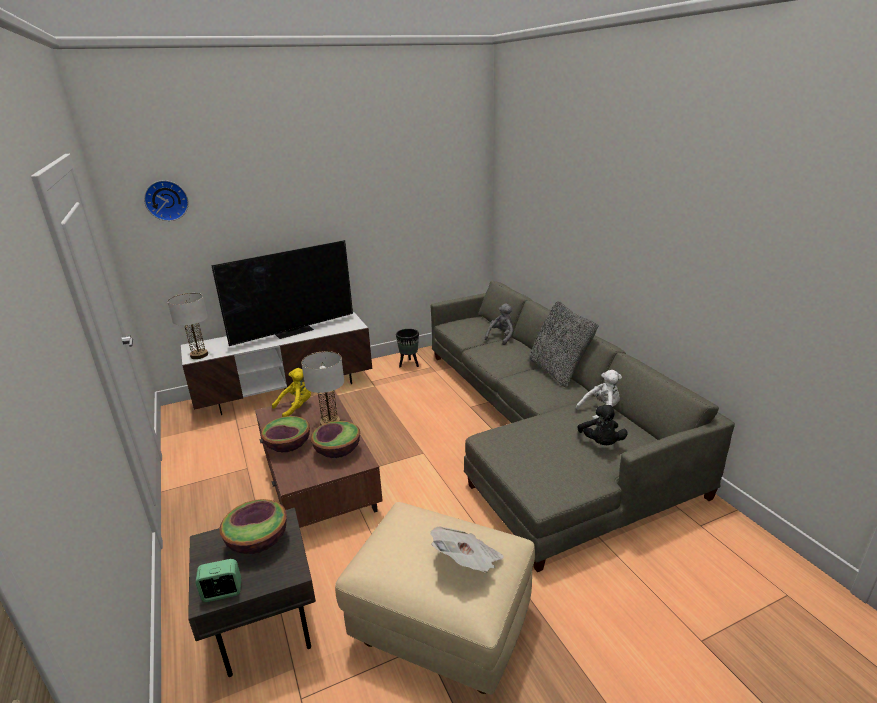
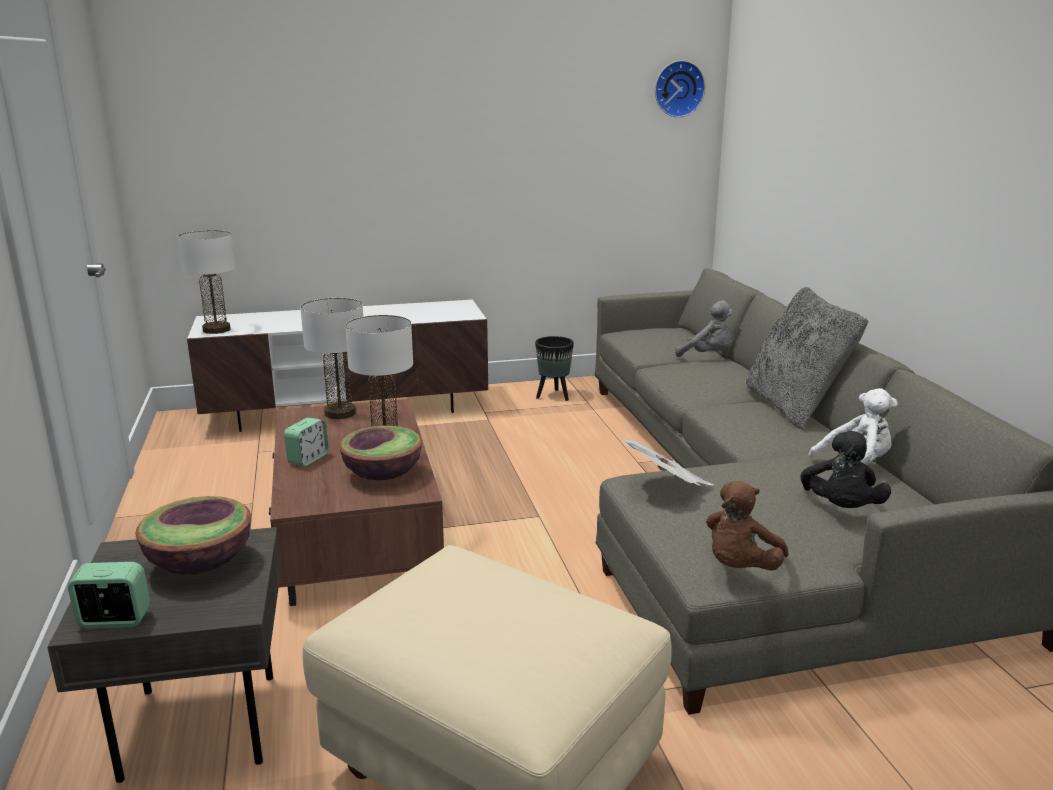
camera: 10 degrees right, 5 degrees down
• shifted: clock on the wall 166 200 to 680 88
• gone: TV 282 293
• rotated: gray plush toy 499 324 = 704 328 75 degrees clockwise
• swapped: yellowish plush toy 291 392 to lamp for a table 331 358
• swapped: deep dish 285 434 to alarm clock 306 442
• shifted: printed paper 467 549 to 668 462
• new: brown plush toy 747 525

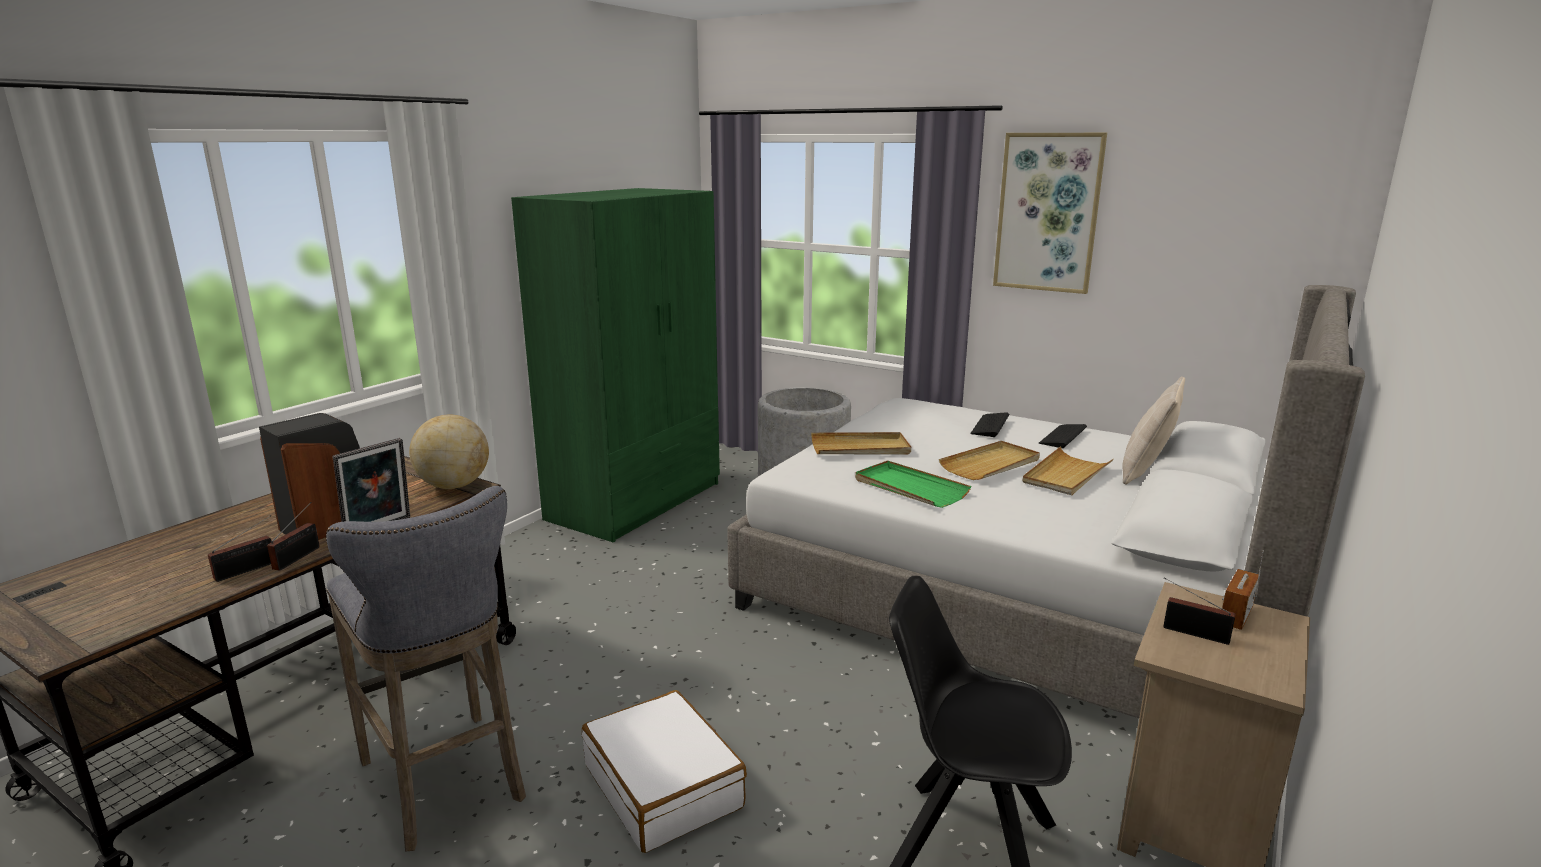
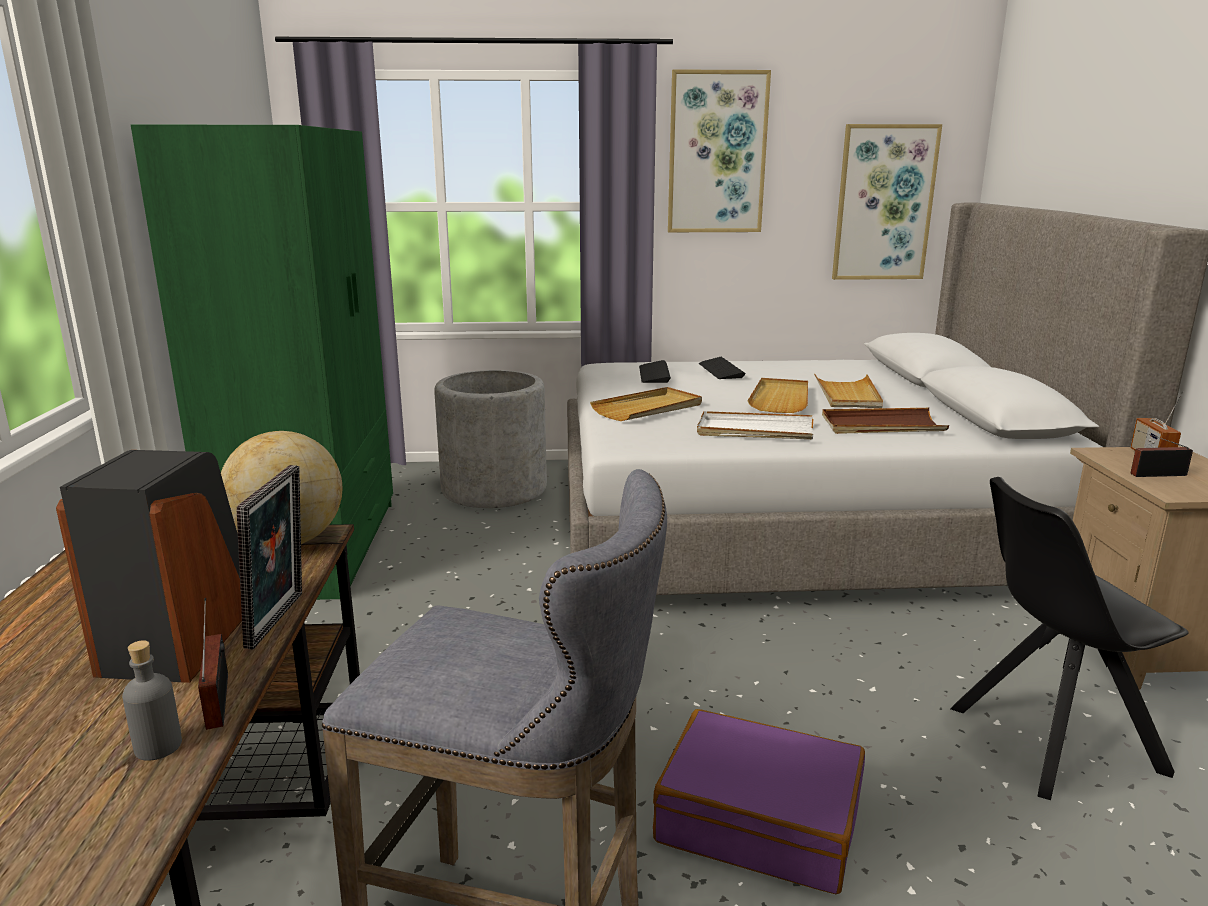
camera: 35 degrees left, 0 degrees up
• gone: sand-coloured cushion 1153 430
• shifted: PC keyboard 1063 436 to 655 371
• repainted: green-coloured serving tray 913 484 to white-coloured serving tray 755 425
• swapped: radio set 240 548 to gray drink bottle 152 700
• repainted: white-coloured travel case 664 771 to purple travel case 759 801
• new: wall picture 887 202
• new: brown serving tray 885 421

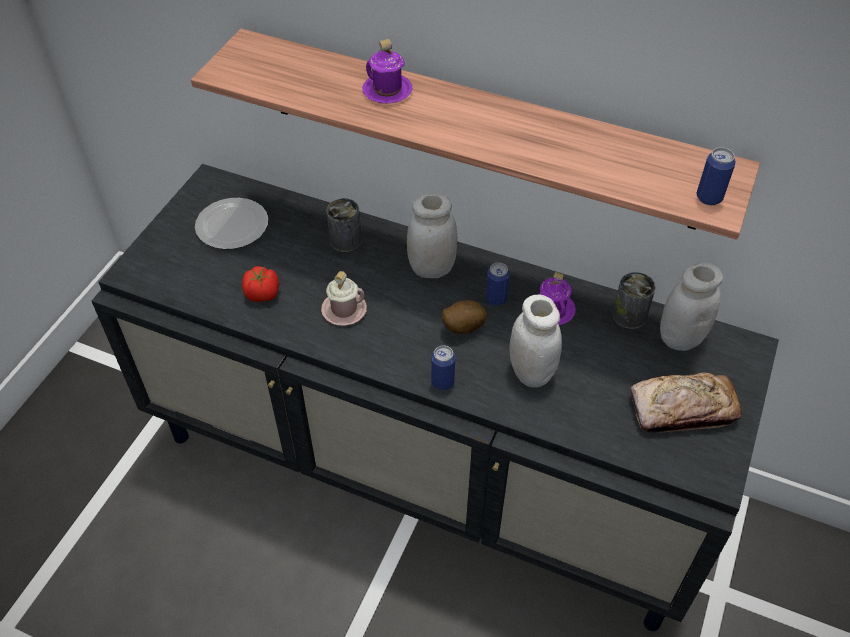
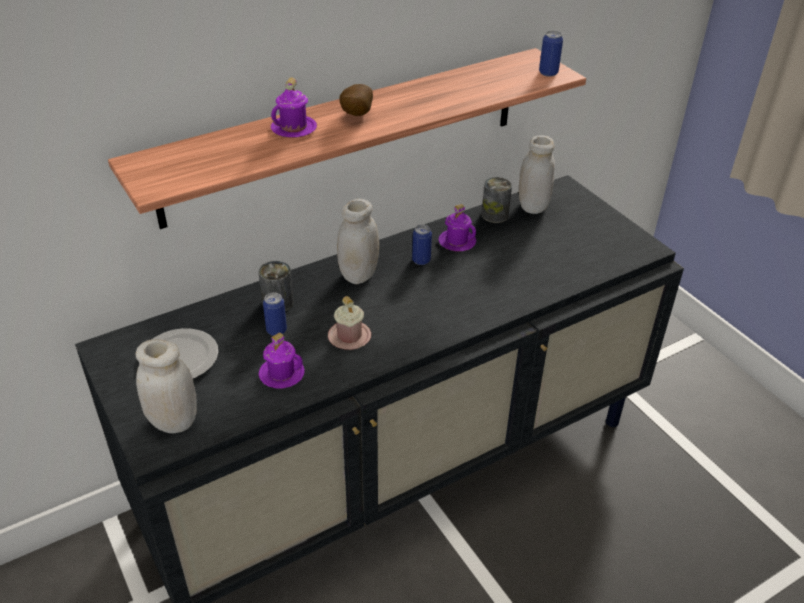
camera: 55 degrees left, 10 degrees down
• swapped: fresh tomato 260 284 to purple mug 282 360
• shifted: white-coloured jar 536 341 to 166 386
• shifted: whole potato 464 317 to 356 100
• shifted: metal can 443 367 to 275 314
• gone: baked bread 686 402

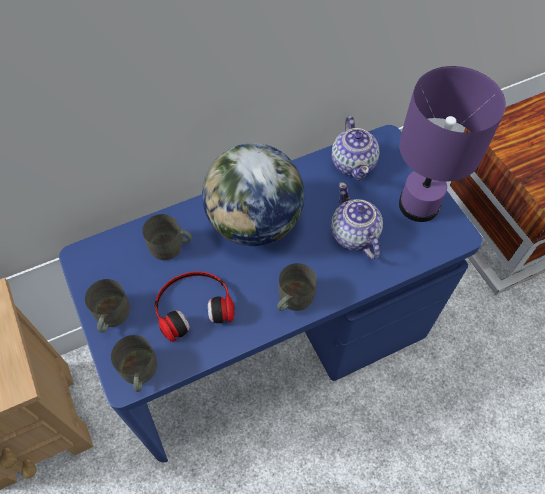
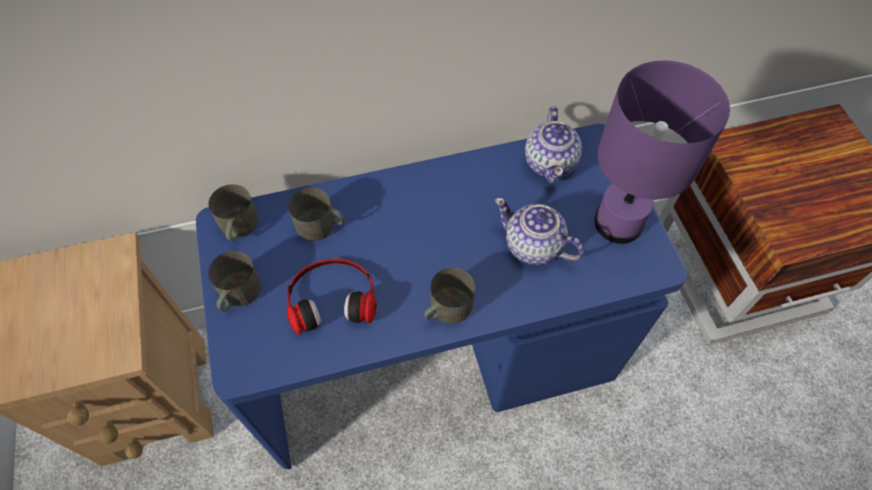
camera: 10 degrees right, 0 degrees up
• gone: desk globe 253 194
• rotated: pot for tea 357 220 = 539 231 45 degrees counterclockwise
• shifted: gray mug 134 363 to 233 212

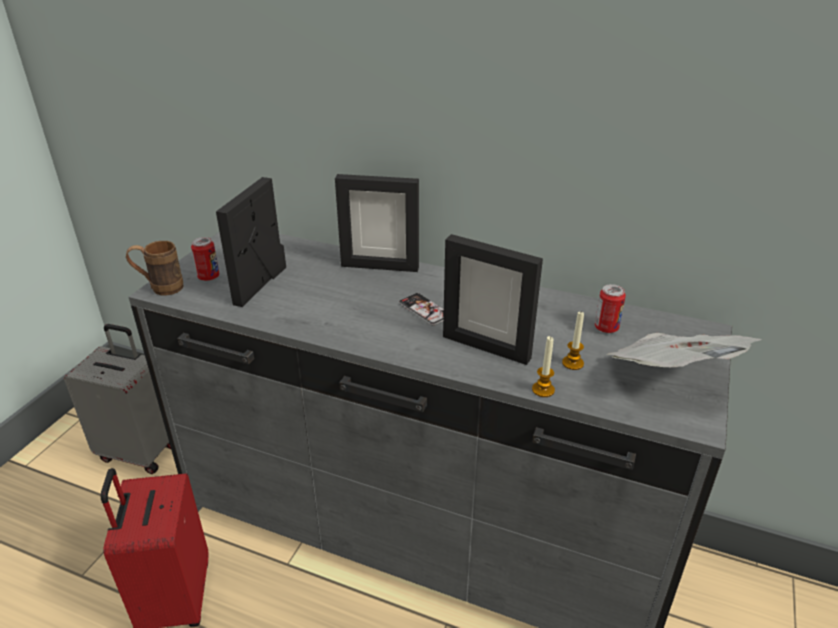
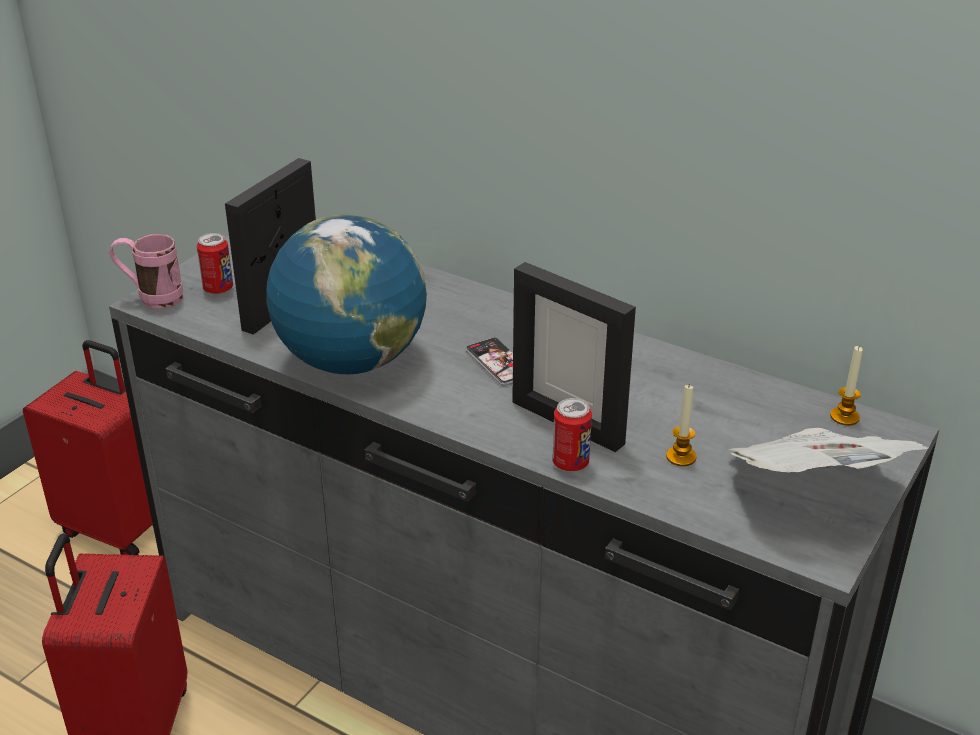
camera: 10 degrees right, 0 degrees up
• gone: picture frame 377 223
• repainted: brown mug 155 268 to pink mug 146 271
• shifted: metal can 610 308 to 572 434
• repainted: gray travel case 117 399 to red-coloured travel case 88 447
• shifted: wax light 543 366 to 846 386
• new: desk globe 347 295

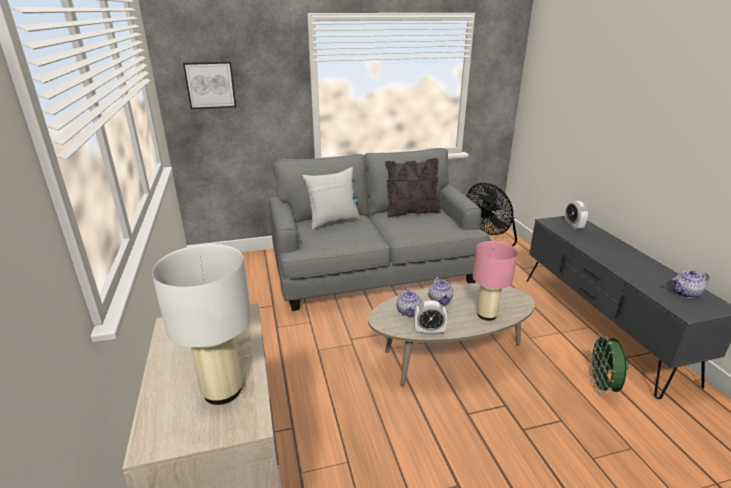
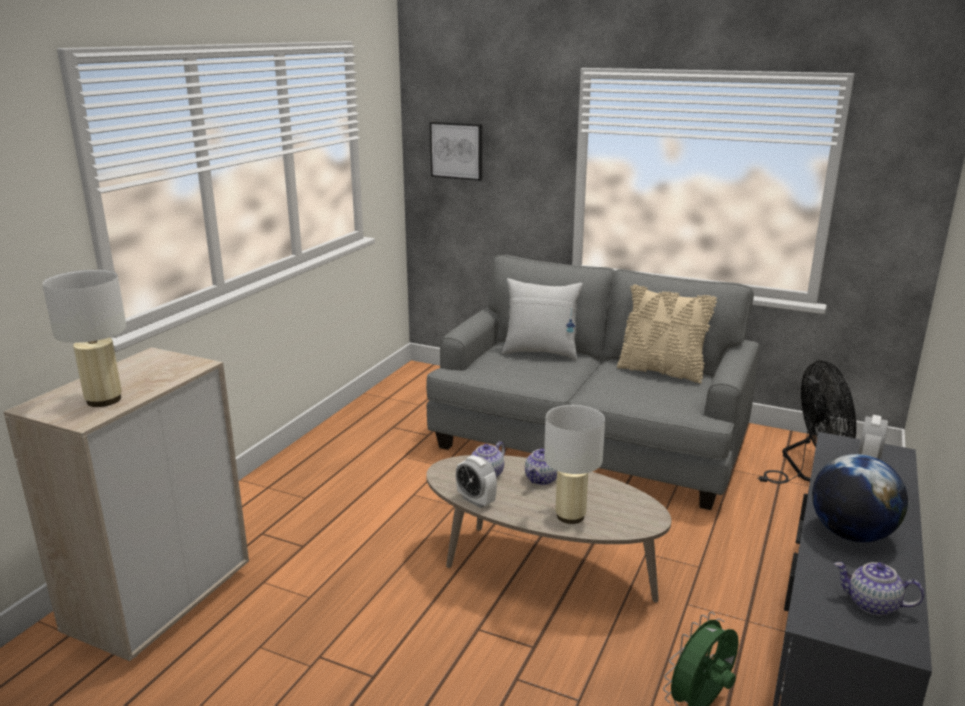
camera: 40 degrees right, 5 degrees down
• repainted: black-coloured cushion 413 188 to sand-coloured cushion 667 334
• repainted: pink lamp for a table 494 281 to white-coloured lamp for a table 574 464
• new: desk globe 860 498

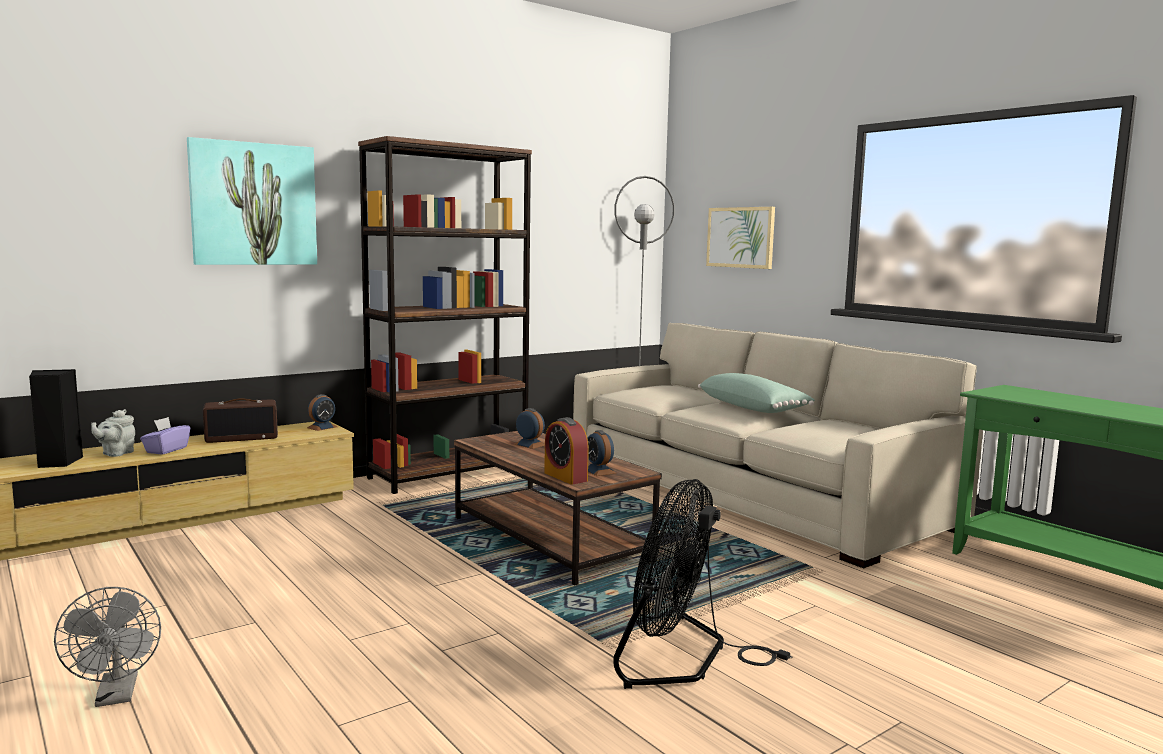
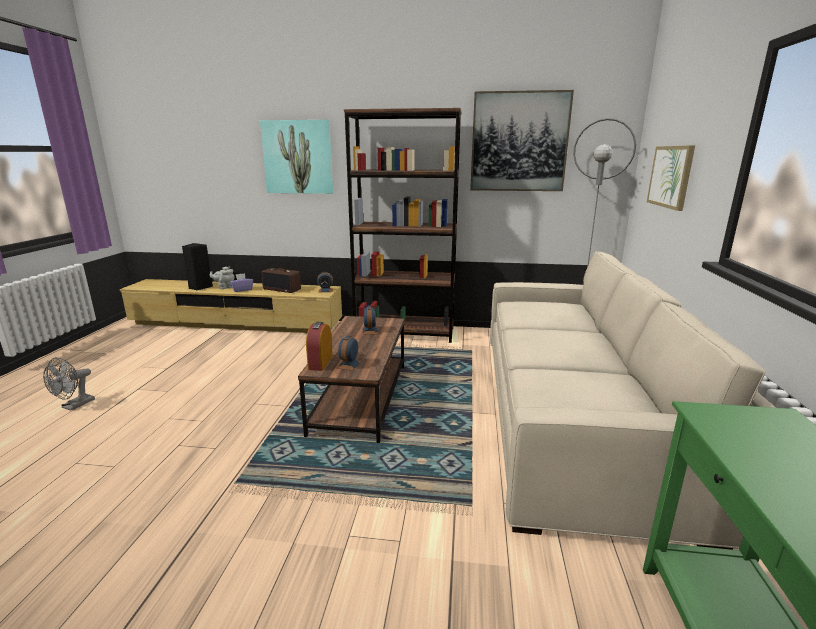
camera: 45 degrees right, 10 degrees up
• gone: green-coloured cushion 756 393
• gone: black-coloured fan 703 584
• new: wall picture 522 140

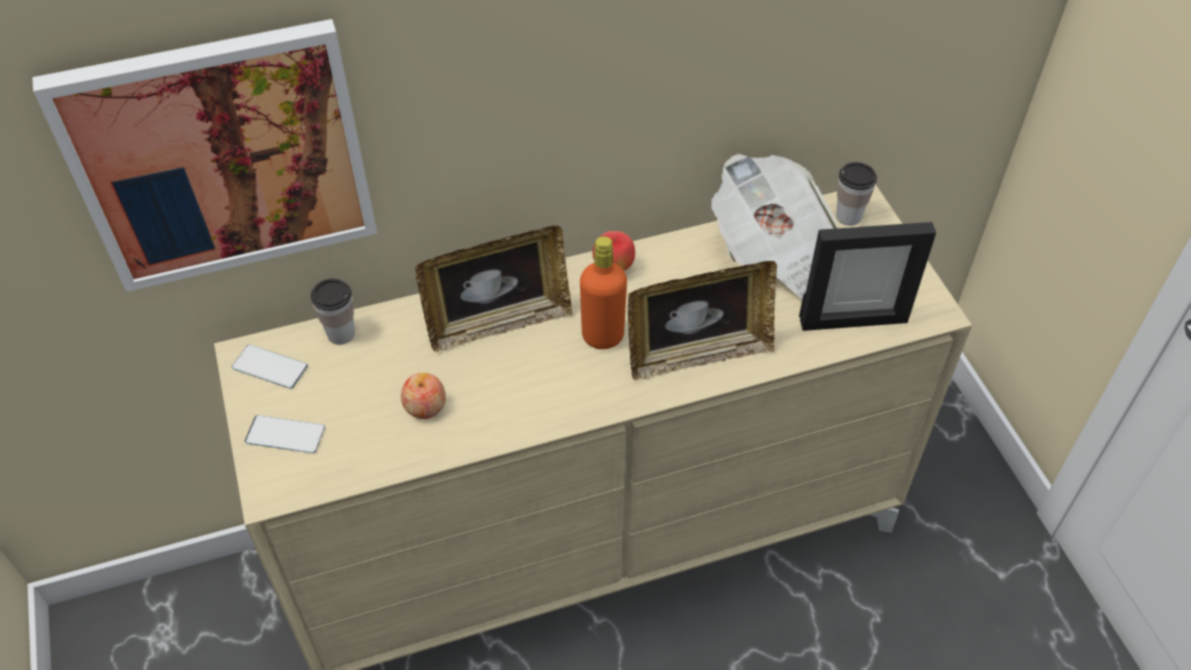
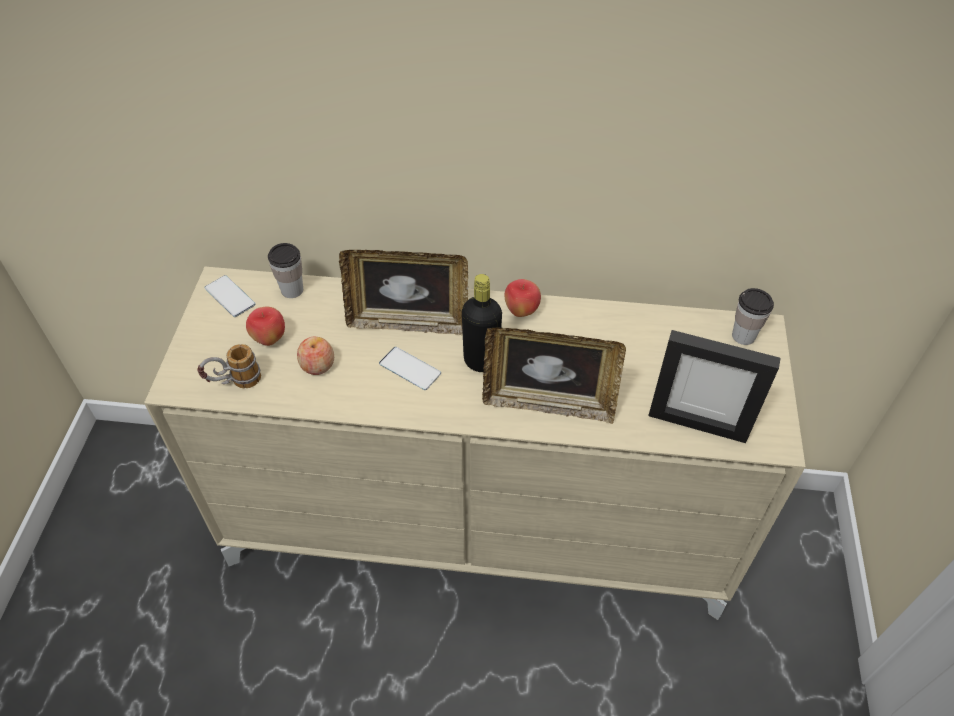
camera: 25 degrees right, 0 degrees up
• gone: wall picture 204 155
• gone: printed paper 775 226
• repainted: orangey drink bottle 603 292 to black-coloured drink bottle 482 323
• shifted: handset 285 434 to 410 368
• new: apple 265 326
• new: mug 229 366

